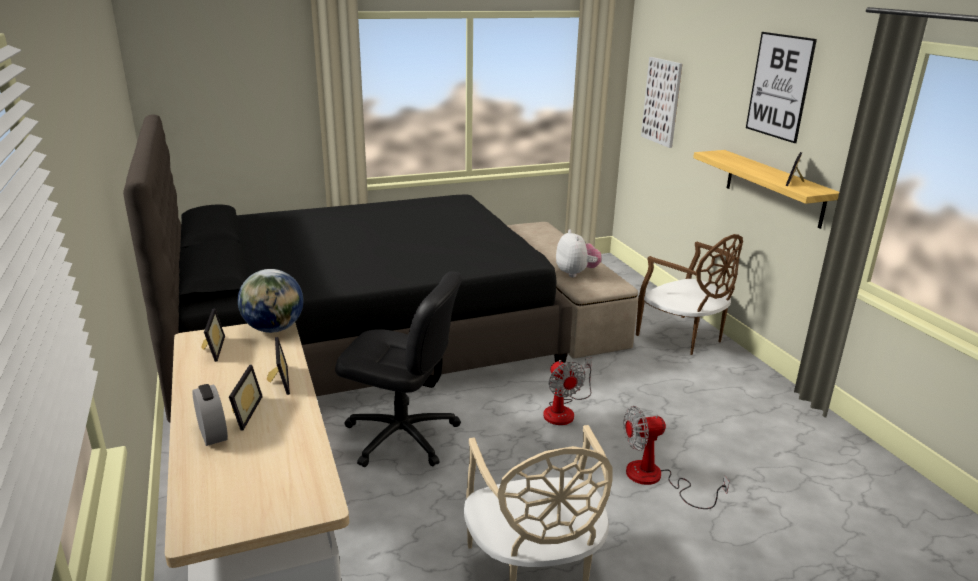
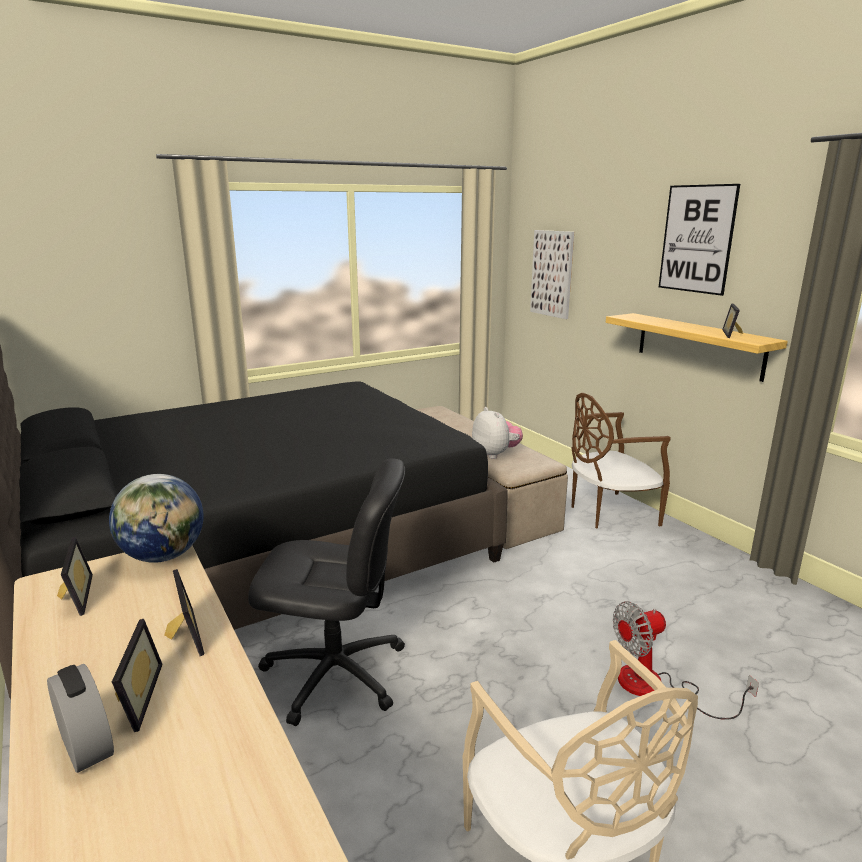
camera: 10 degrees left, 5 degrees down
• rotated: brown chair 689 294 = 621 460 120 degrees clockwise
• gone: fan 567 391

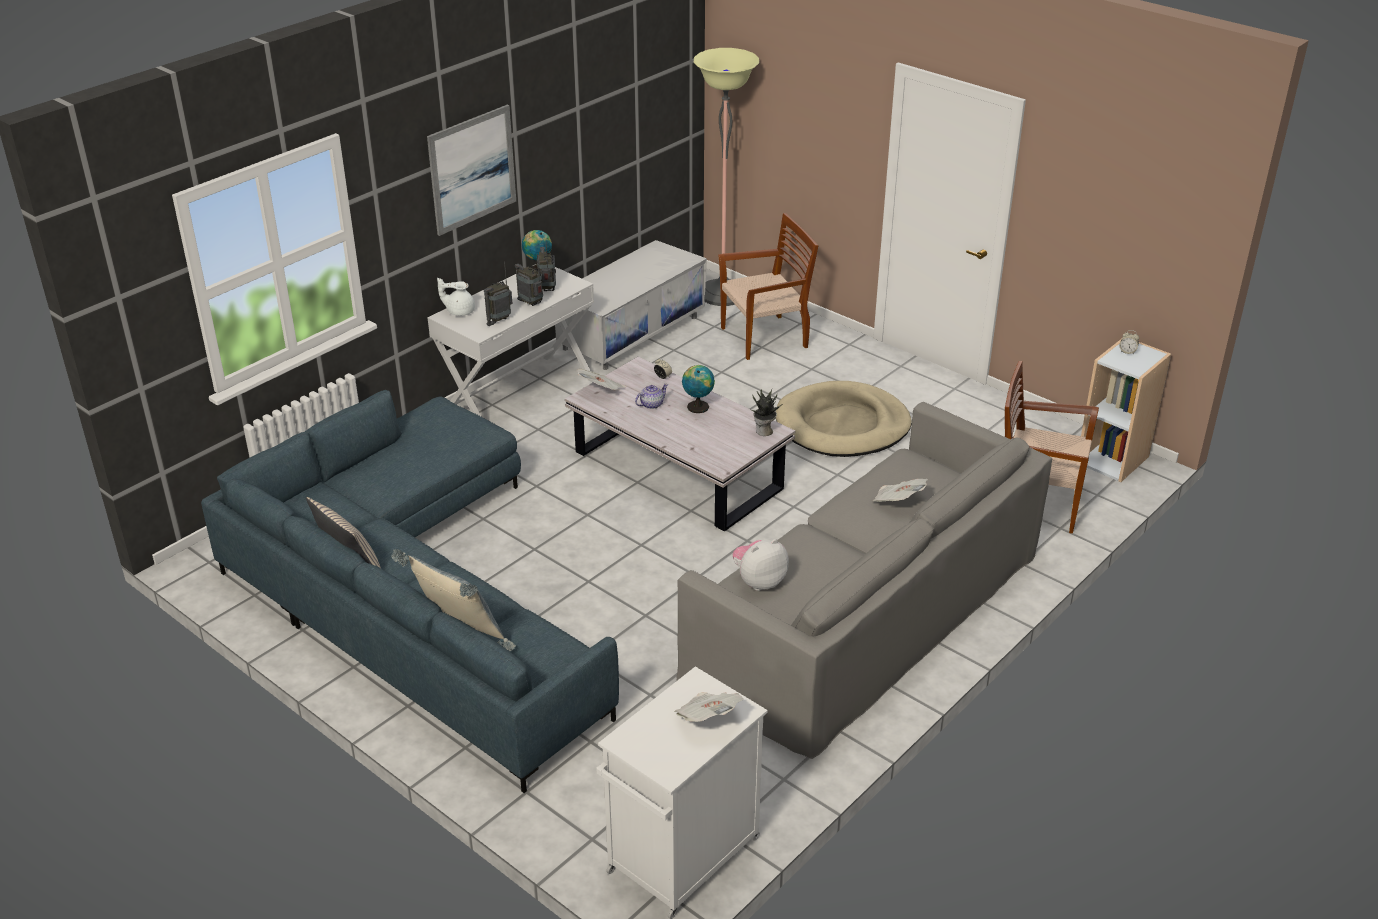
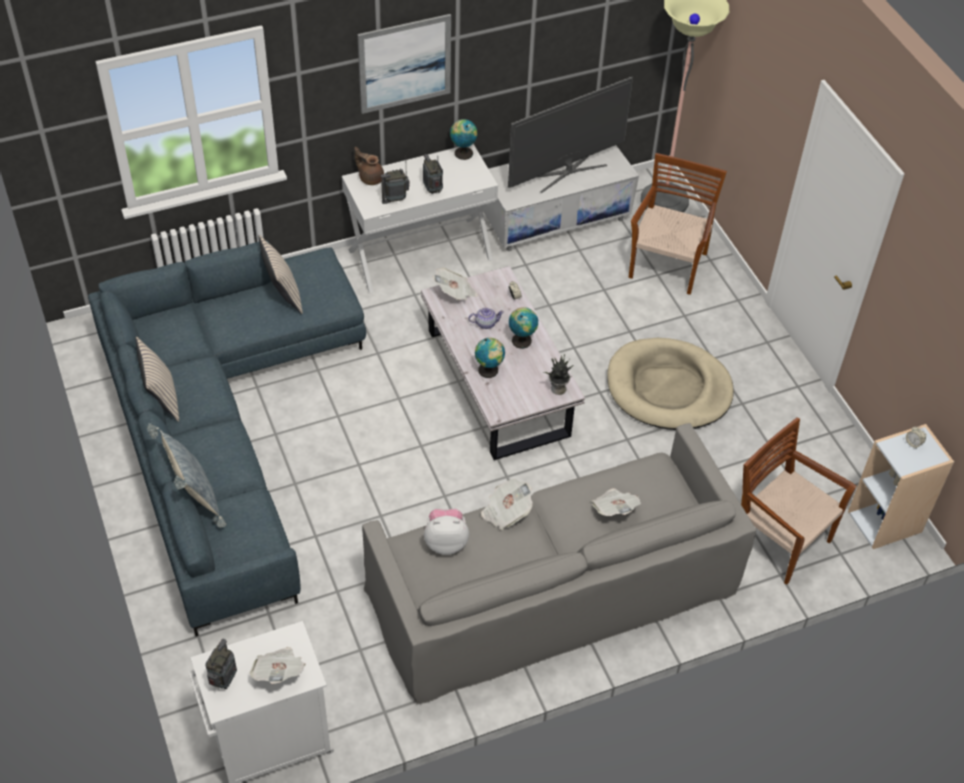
camera: 25 degrees right, 15 degrees up
• rotated: brown lounge chair 768 286 = 678 224 75 degrees counterclockwise
• shifted: radio set 546 267 to 221 664
• repainted: white-coloured pot for tea 456 297 to brown pot for tea 369 166
• new: TV 570 135
• new: sand-coloured cushion 281 274
• new: desk globe 490 358
• new: printed paper 507 504

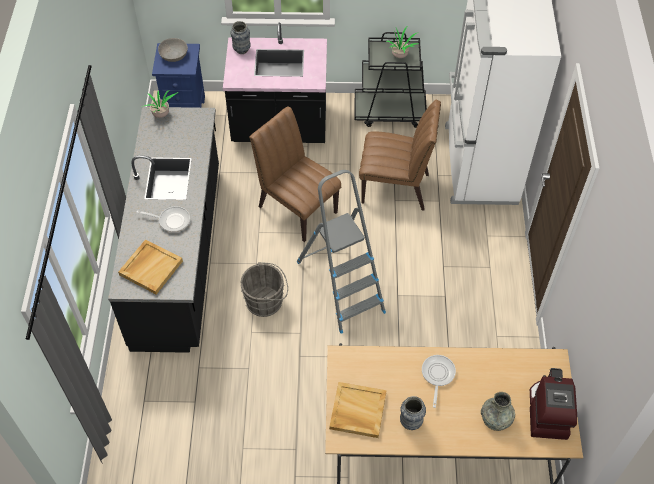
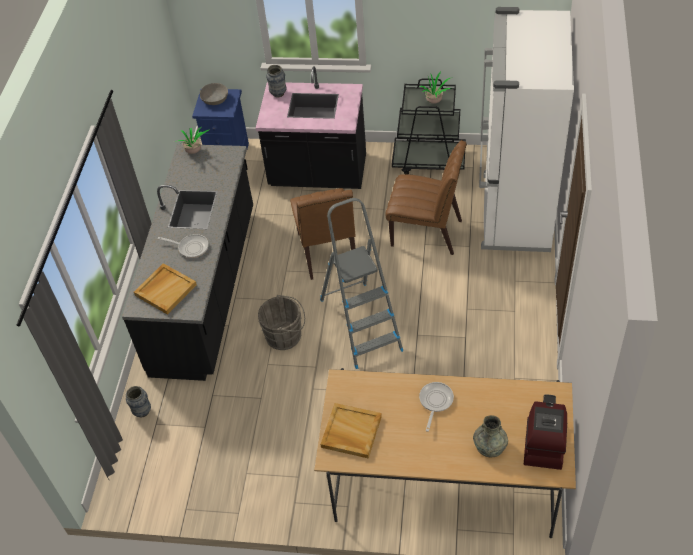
camera: 10 degrees right, 5 degrees down
• rotated: brown chair 295 174 = 323 234 150 degrees counterclockwise
• shifted: vase 413 413 to 138 401

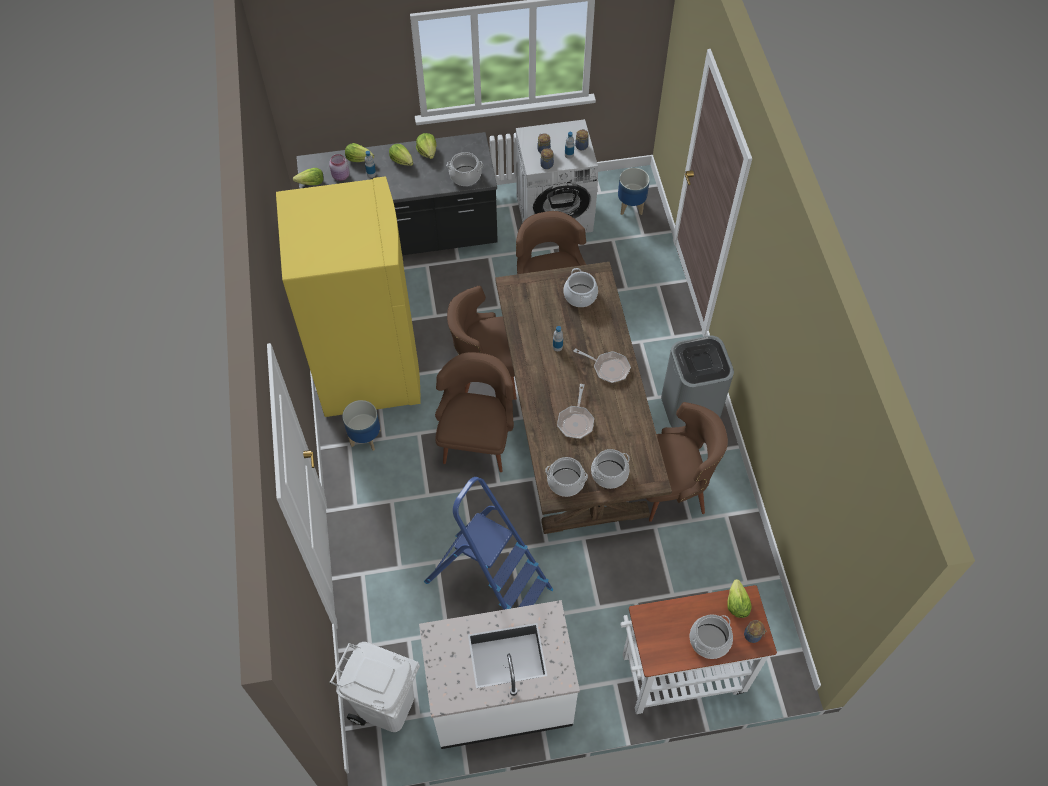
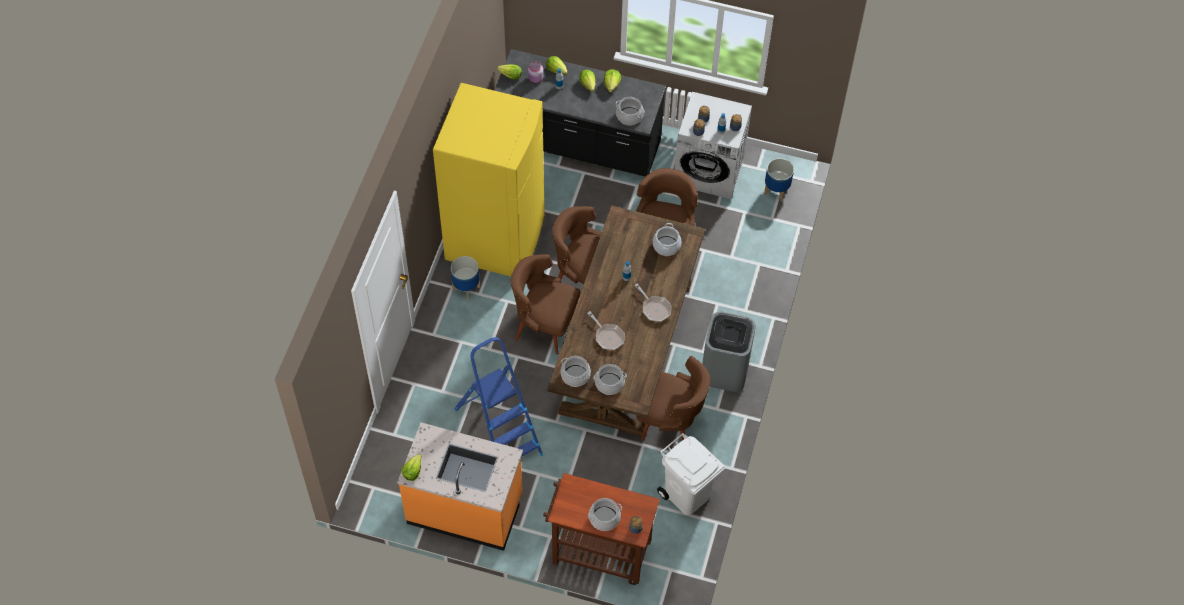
camera: 25 degrees right, 0 degrees up
• rotated: brown chair 474 412 = 546 304 105 degrees counterclockwise
• rotated: frying pan 575 411 = 606 330 75 degrees counterclockwise
• shifted: lettuce head 739 598 to 412 467
• repainted: white-coloured cart 698 649 to brown cart 601 529
• repainted: white-coloured kitchen base unit 499 674 to orangey kitchen base unit 460 486
• shifted: white-coloured rubbish bin 375 687 to 691 474

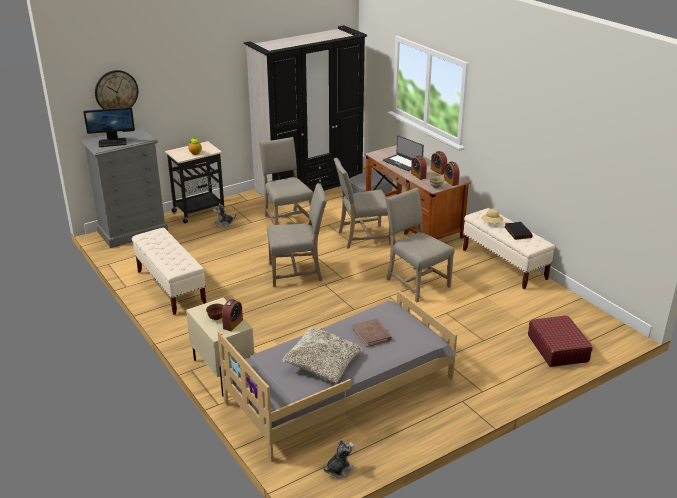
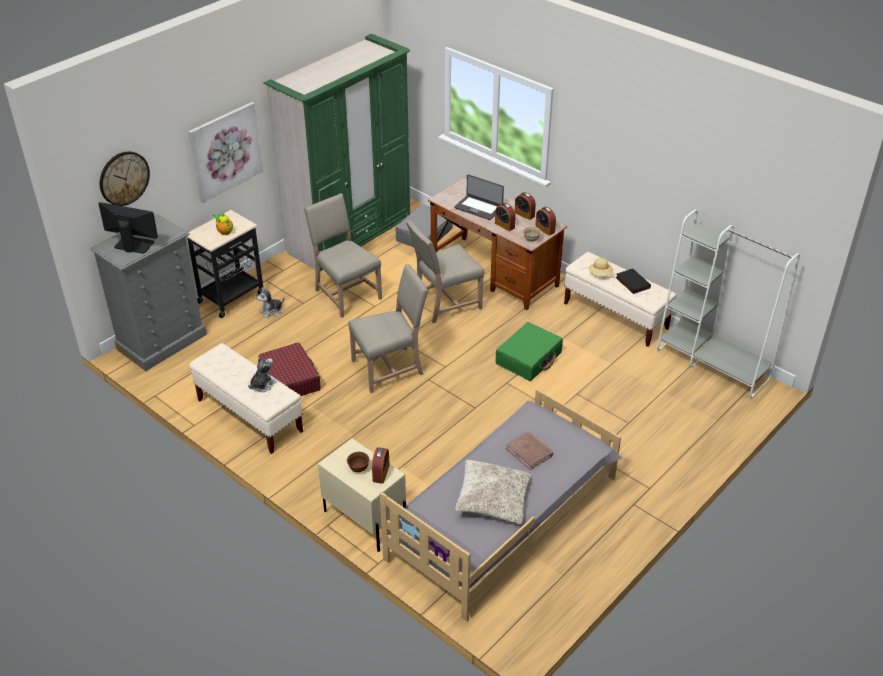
camera: 15 degrees left, 10 degrees up
• repainted: black-coloured armoire 305 114 to green-coloured armoire 336 152
• rotated: computer display 109 127 = 128 228 135 degrees counterclockwise
• swapped: sand-coloured chair 420 245 to green-coloured travel case 529 351
• shifted: red-coloured travel case 560 341 to 290 369
• shifted: plush toy 339 458 to 262 374
• new: wall picture 225 152
• new: gray clothes rack 728 304

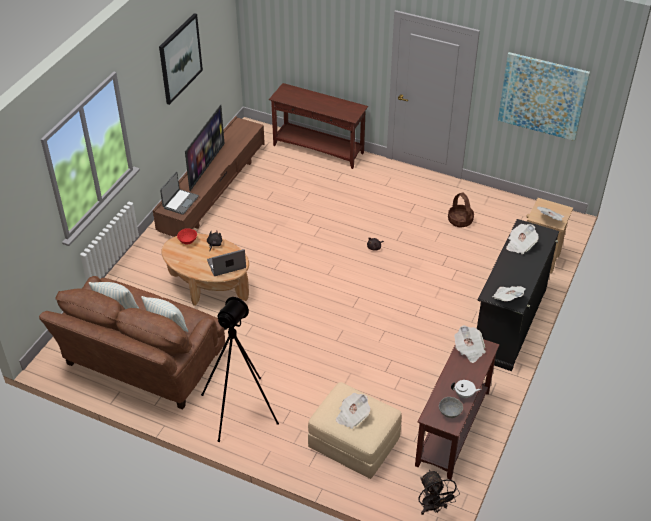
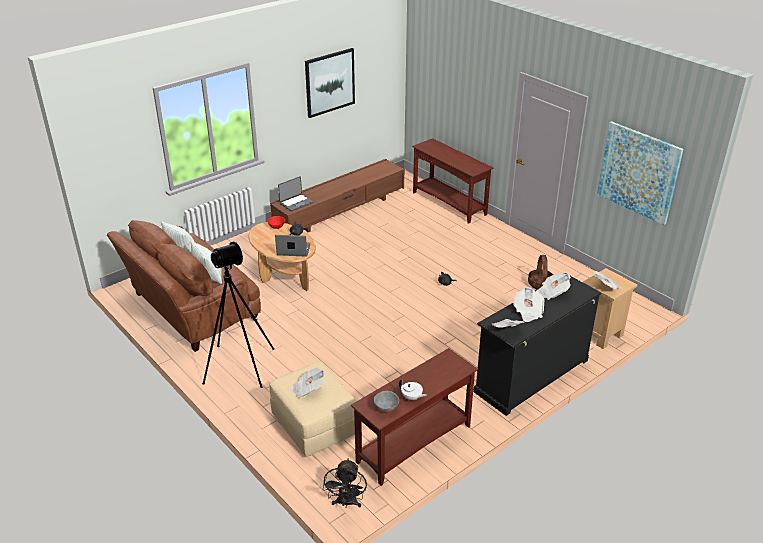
camera: 25 degrees right, 10 degrees down
• gone: TV 205 148
• shifted: printed paper 470 344 to 529 304

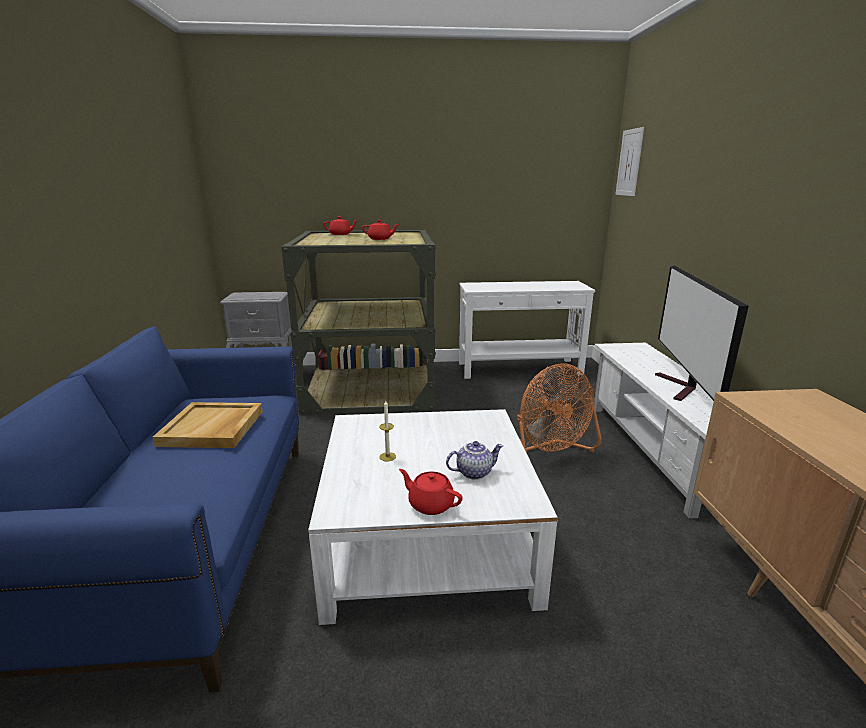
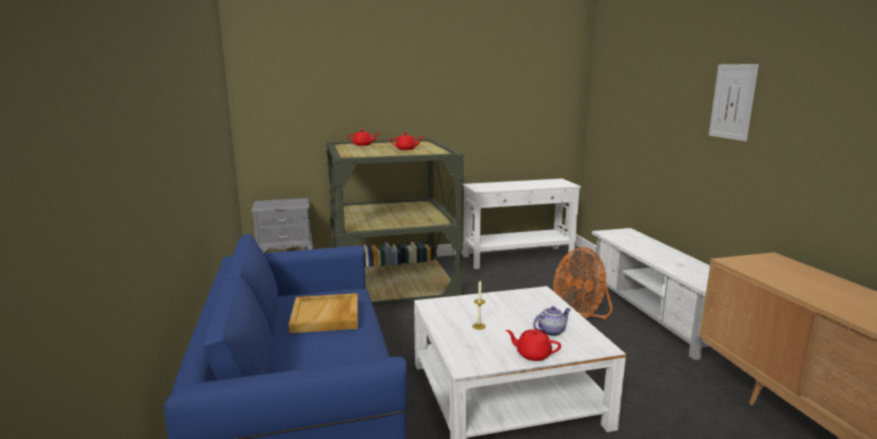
camera: 10 degrees left, 5 degrees down
• shifted: wall picture 629 161 to 734 102
• gone: TV 702 333

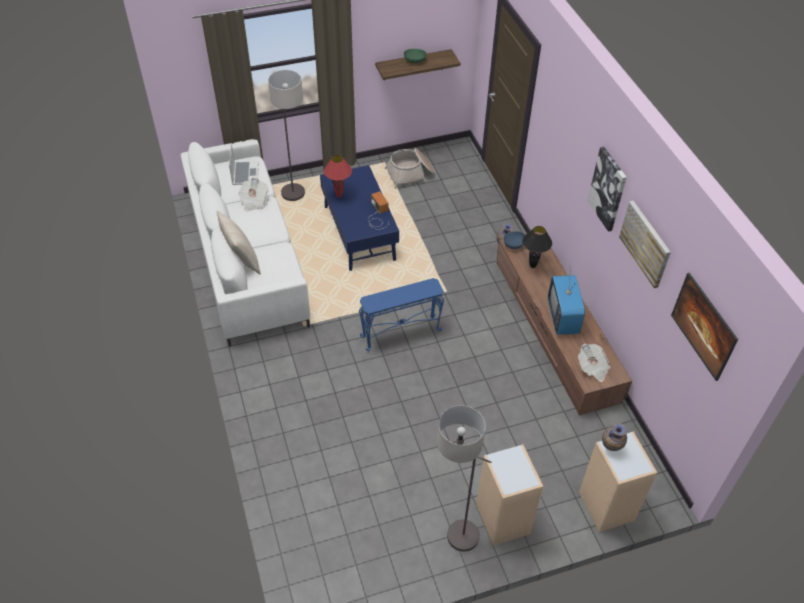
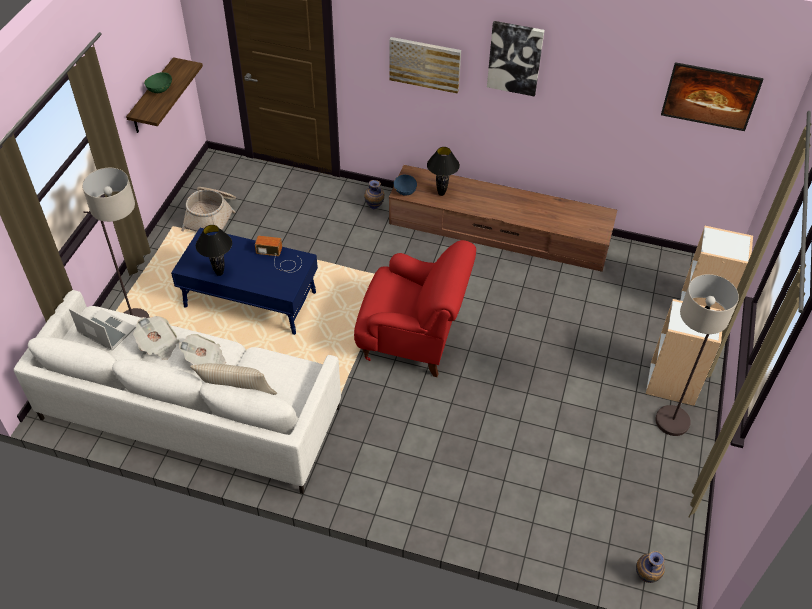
camera: 55 degrees left, 0 degrees up
• repainted: red-coloured lamp for a table 338 176 to black-coloured lamp for a table 214 250
• shifted: wall picture 645 244 to 425 65
• gone: TV 566 300
• swapped: blue-coloured side table 401 314 to red-coloured lounge chair 415 308
• shifted: printed paper 594 363 to 202 349
• shifted: vase 614 437 to 650 567

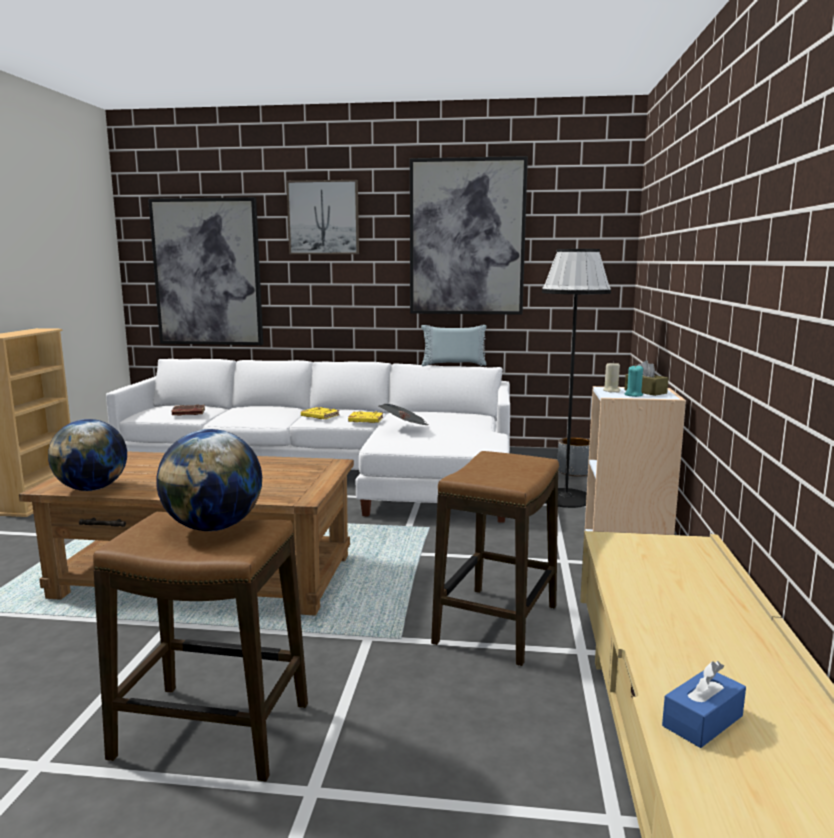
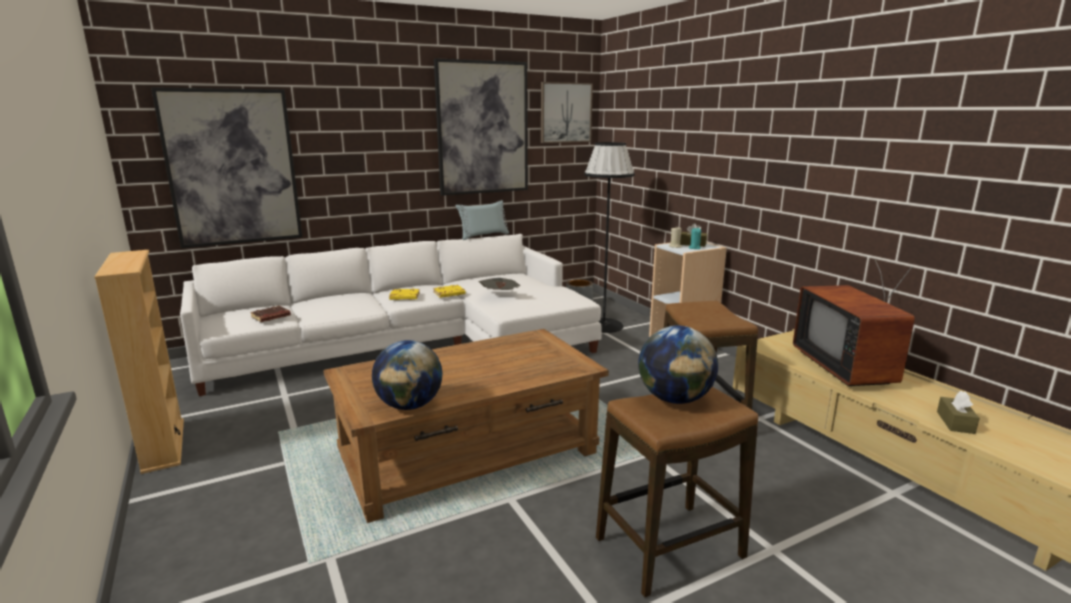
camera: 35 degrees left, 5 degrees up
• shifted: wall picture 322 217 to 567 112
• repainted: blue-coloured tissue holder 704 704 to brown tissue holder 958 412
• new: TV 854 322

